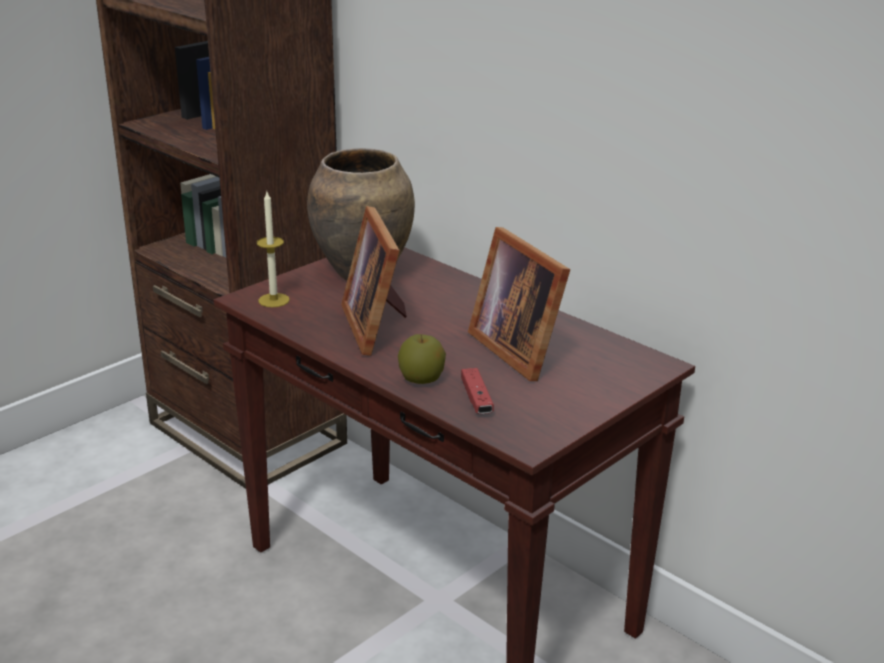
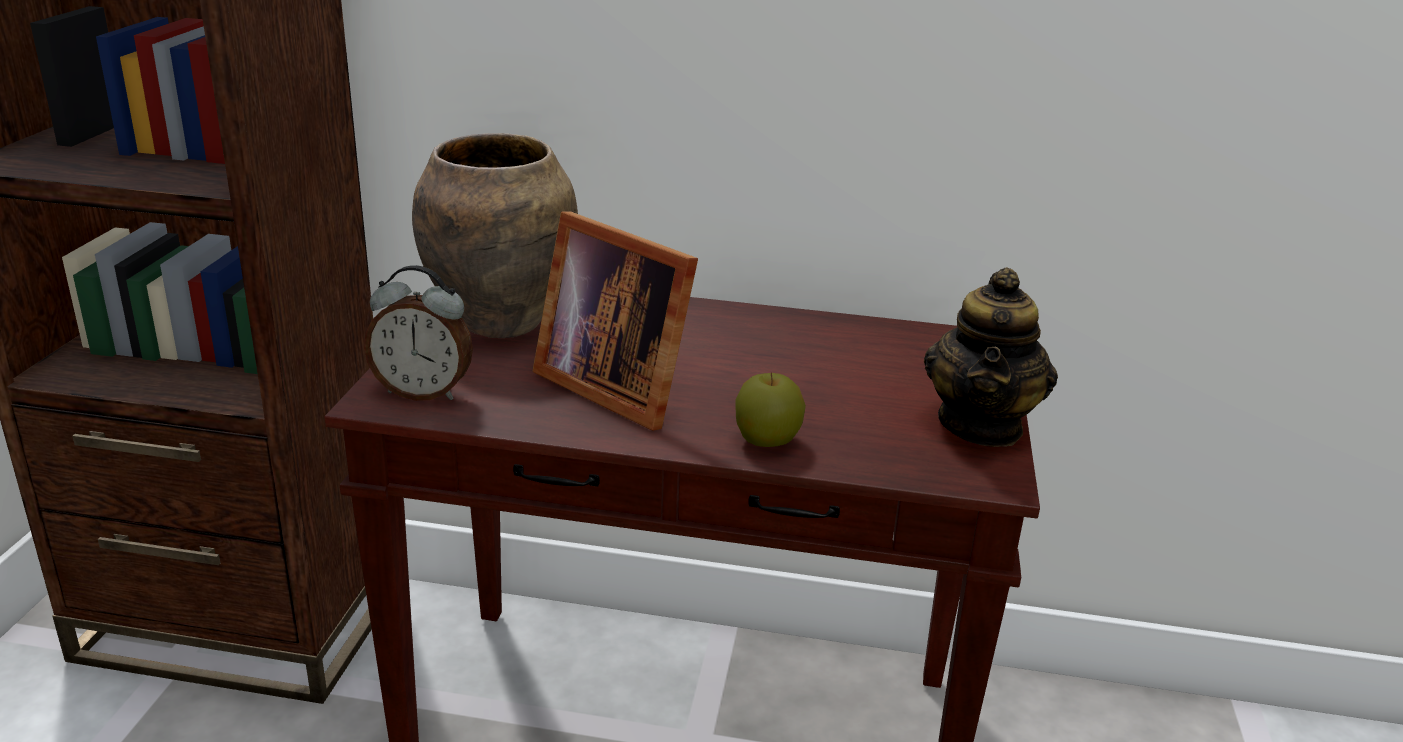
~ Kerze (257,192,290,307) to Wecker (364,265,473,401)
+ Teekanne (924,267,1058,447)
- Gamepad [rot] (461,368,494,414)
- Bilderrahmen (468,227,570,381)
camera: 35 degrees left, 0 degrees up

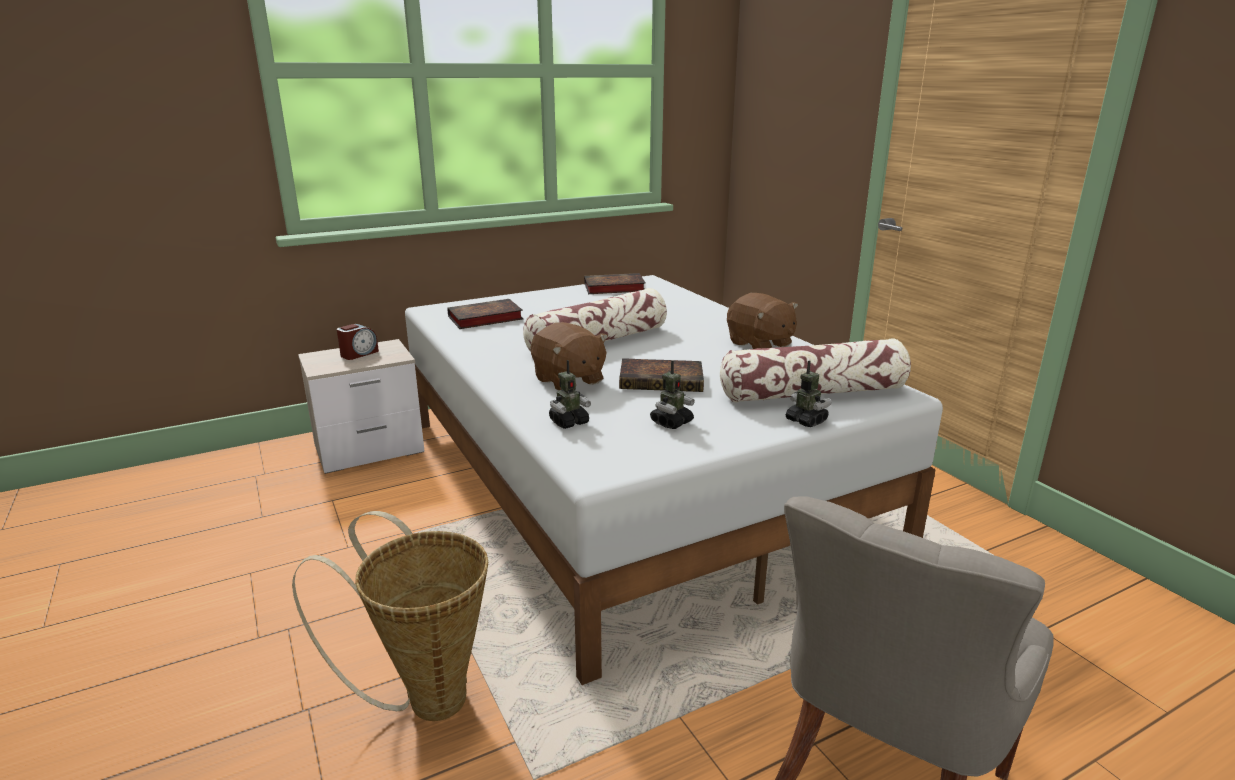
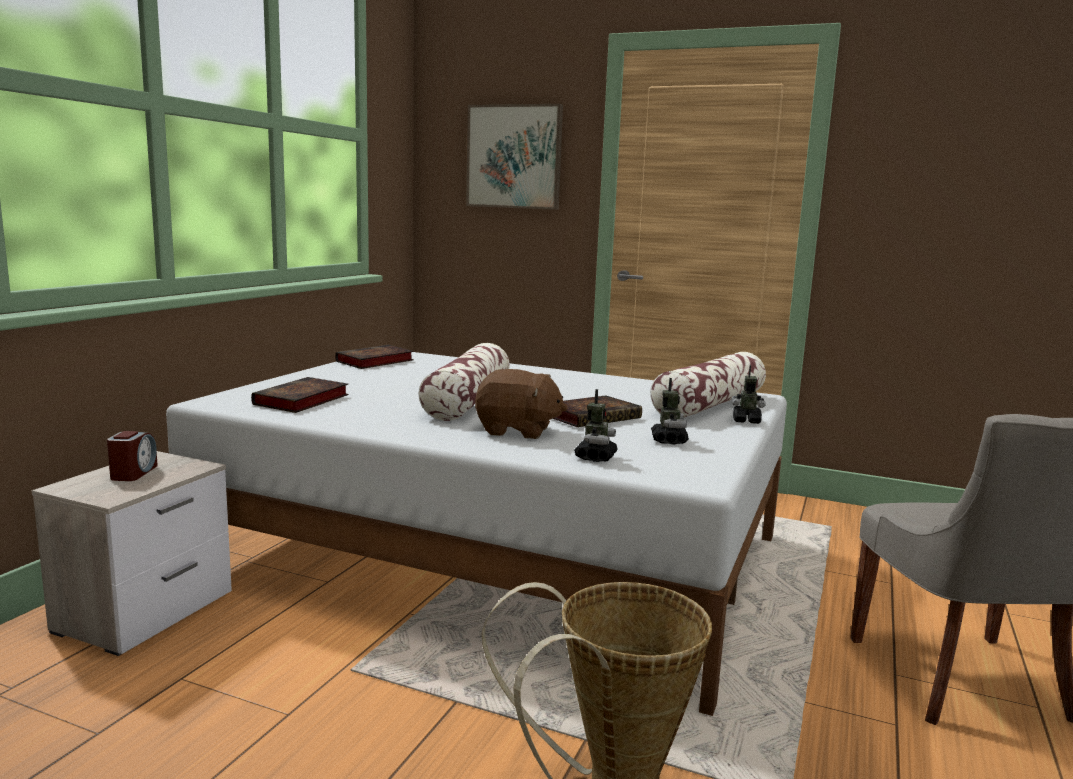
+ Bild (466,104,563,210)
- Plüschtier [braun] (727,293,798,349)
camera: 40 degrees left, 10 degrees down

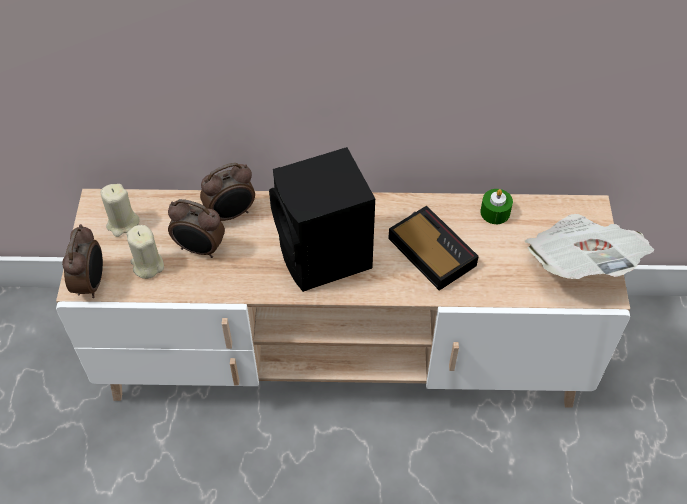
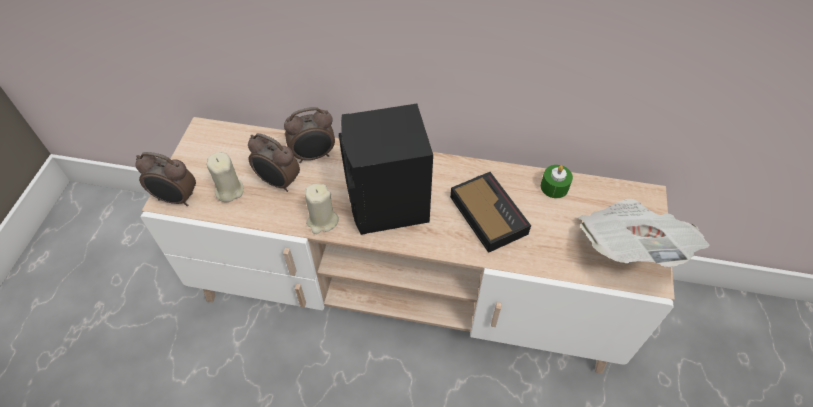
~ Wecker (62,224,103,298) = (135,152,196,206) 90 degrees clockwise
~ Kerze [beige] (101,184,140,237) to (305,184,339,234)
camera: 10 degrees right, 0 degrees up

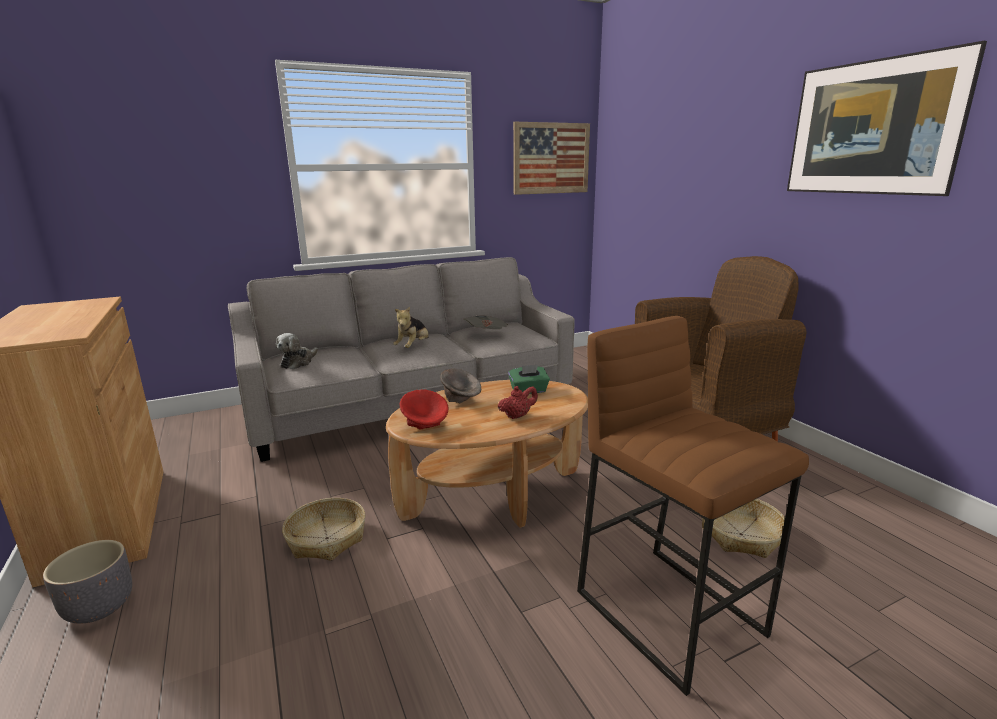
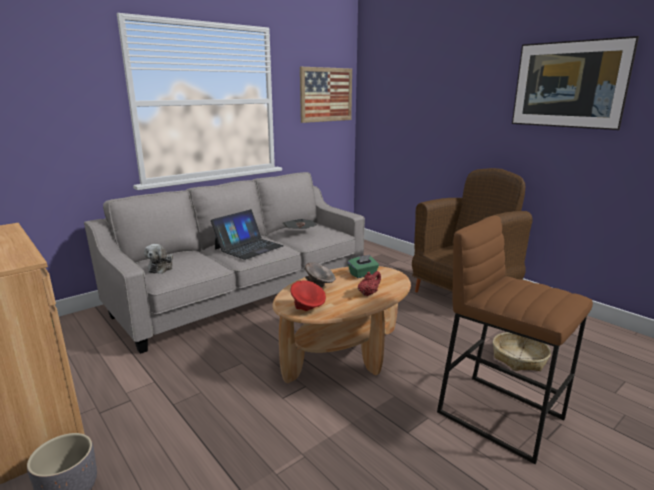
~ Plüschtier (393,307,428,348) to Laptop (211,209,284,260)
- Korb (282,498,366,561)
camera: 15 degrees left, 0 degrees up

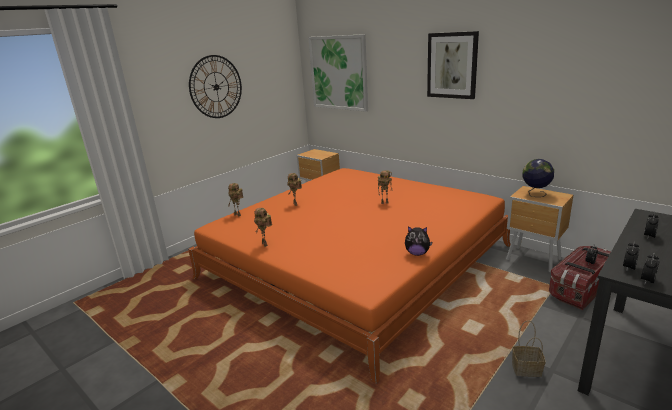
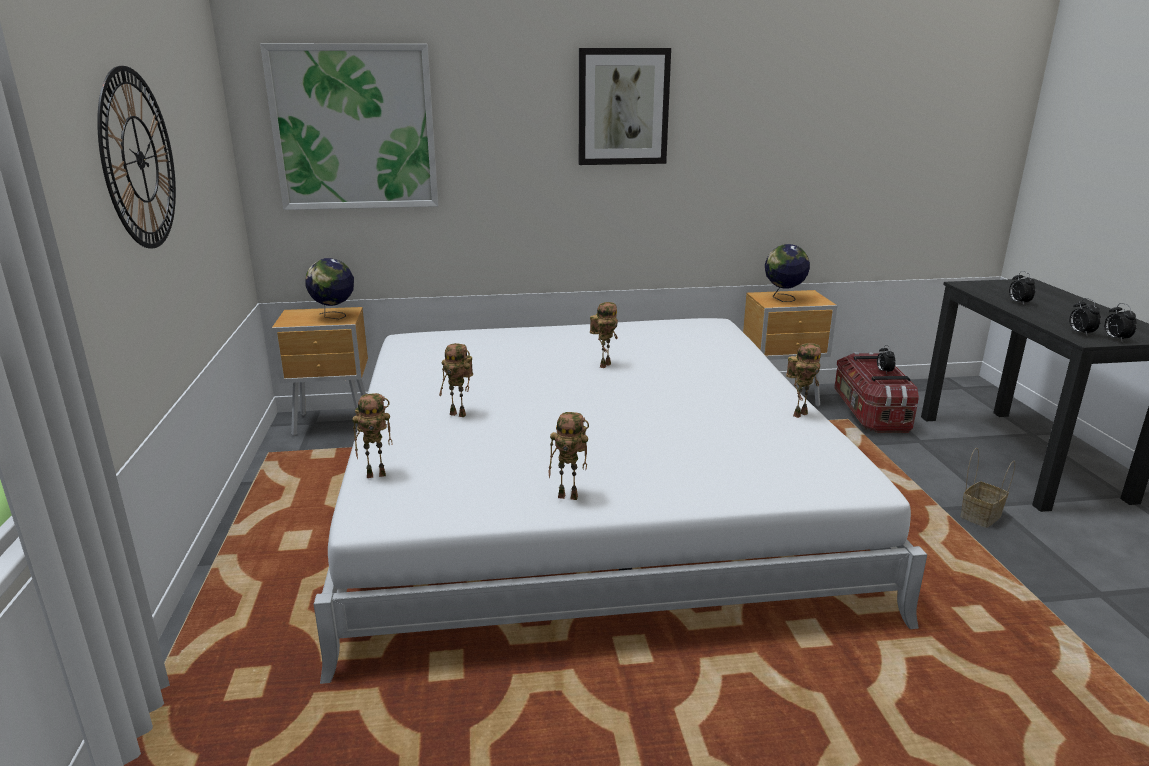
+ Globus (305,258,354,319)
~ Bett [orange] (188,168,510,383) to Bett [weiß] (314,318,927,684)
~ Plüschtier (405,226,432,256) to Spielzeugroboter (786,343,821,418)
camera: 50 degrees left, 0 degrees up

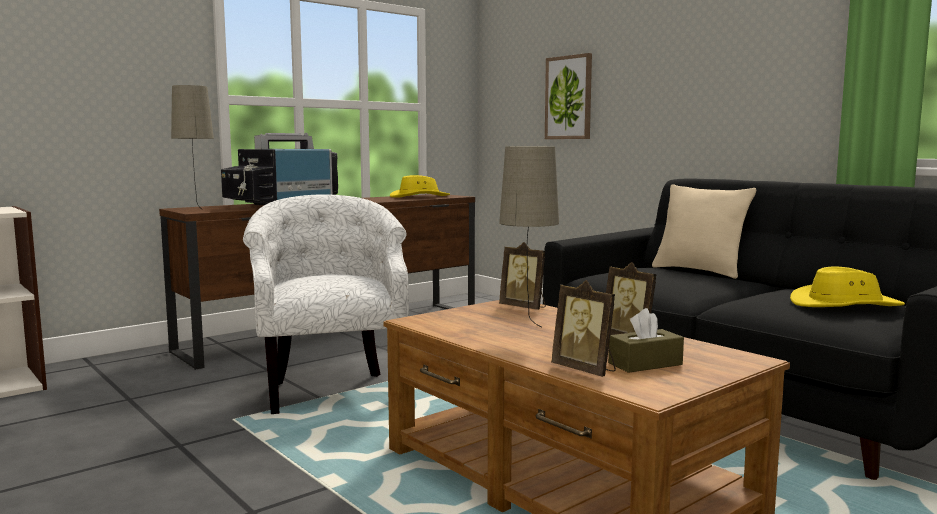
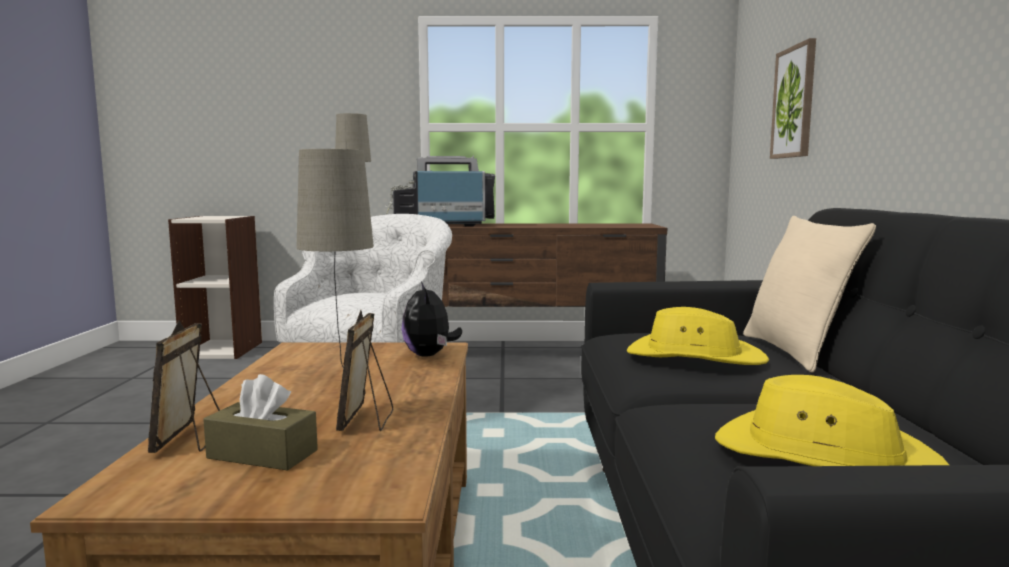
~ Bilderrahmen (499,242,546,310) to Plüschtier (402,282,462,357)
~ Hut [gelb] (390,175,450,198) to (627,307,769,365)
camera: 40 degrees right, 0 degrees up

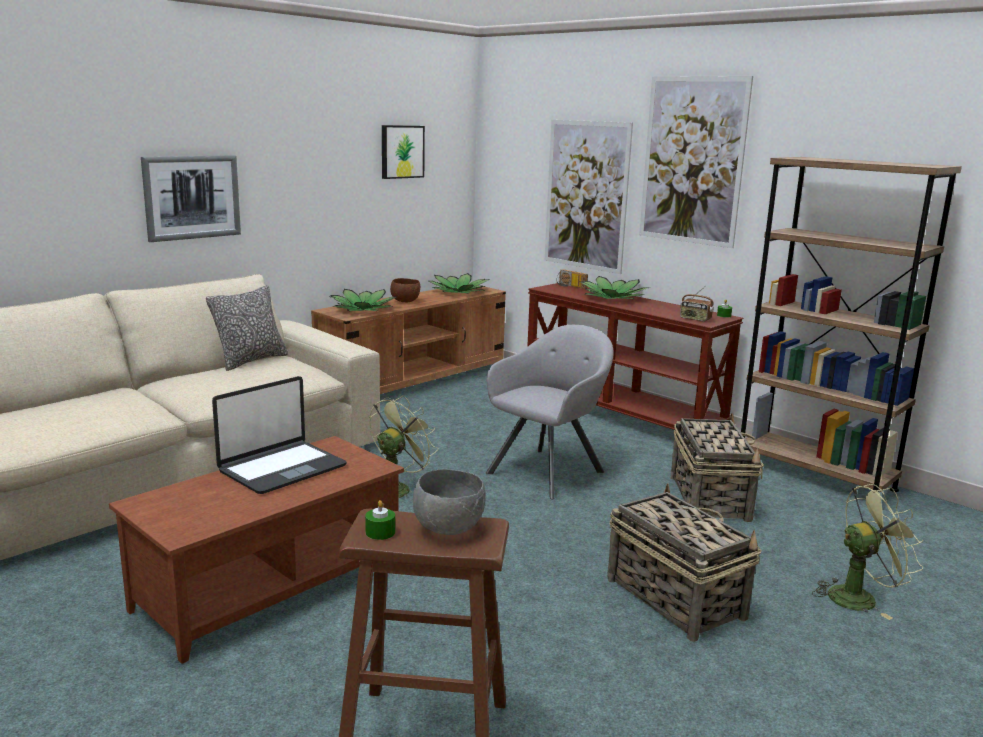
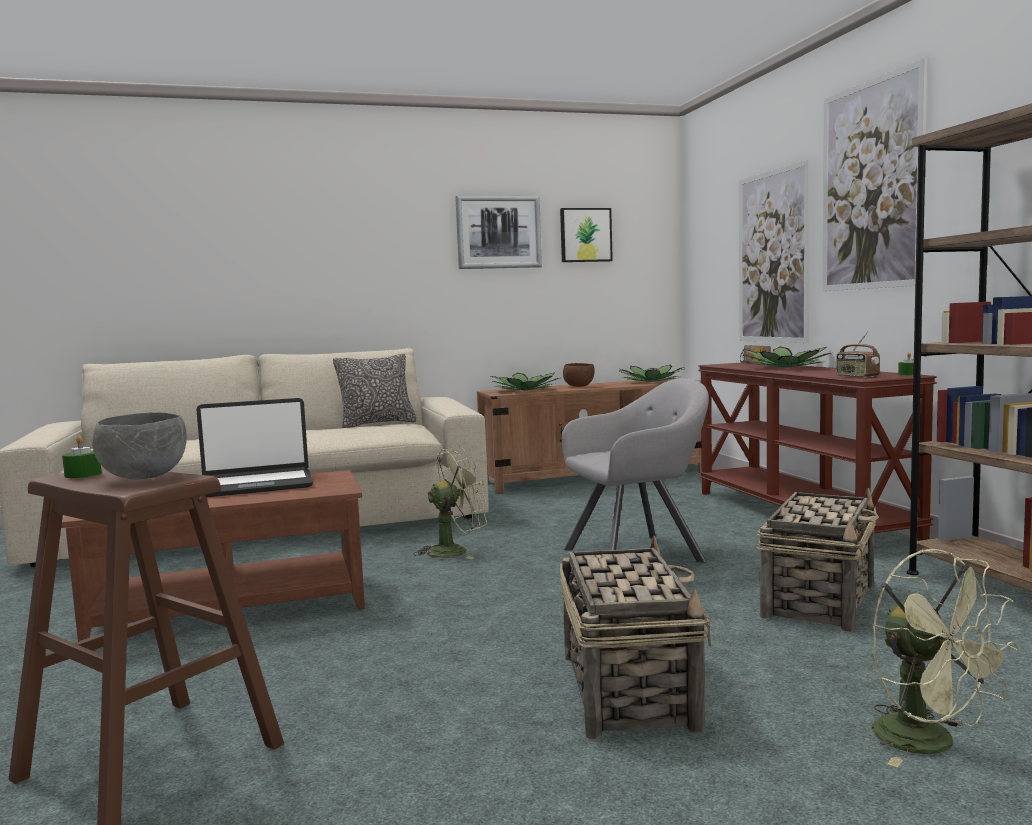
~ Bild (141,155,241,242) to (455,196,542,269)
~ Ventilator [grün] (812,484,923,620) = (872,549,1019,767) 45 degrees clockwise
camera: 30 degrees right, 10 degrees down

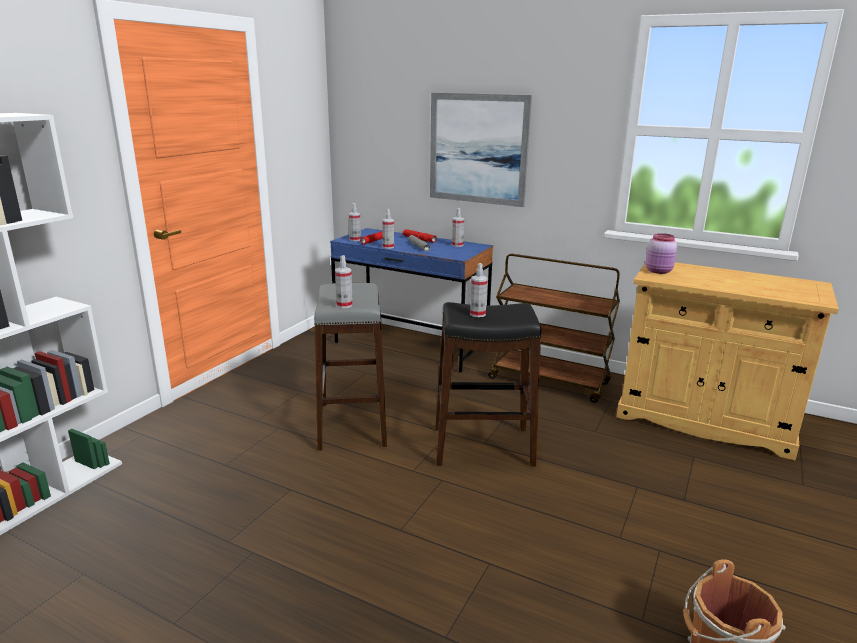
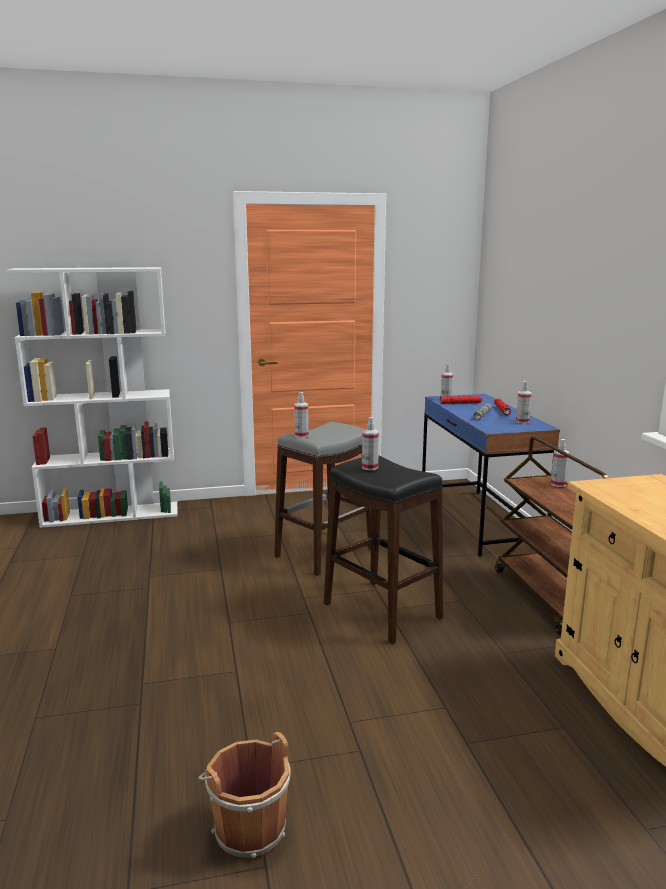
~ Sprühflasche (382,209,394,249) to (551,439,569,487)
- Bild (430,93,532,207)
- Vorratsglas [rosa] (645,233,677,274)
camera: 50 degrees right, 5 degrees down

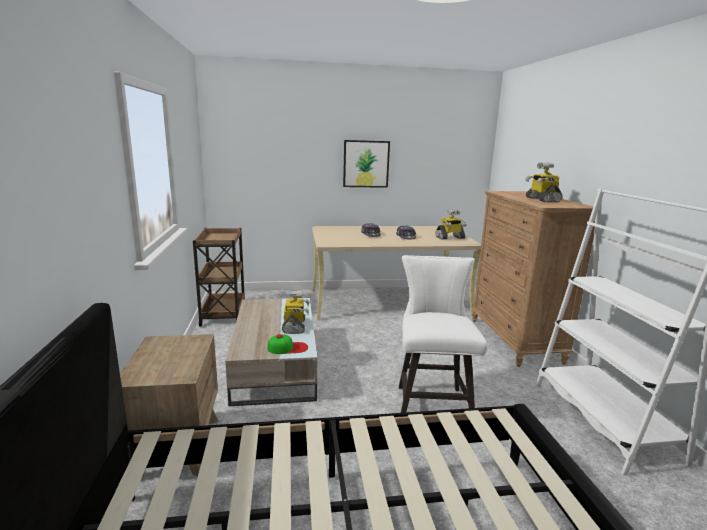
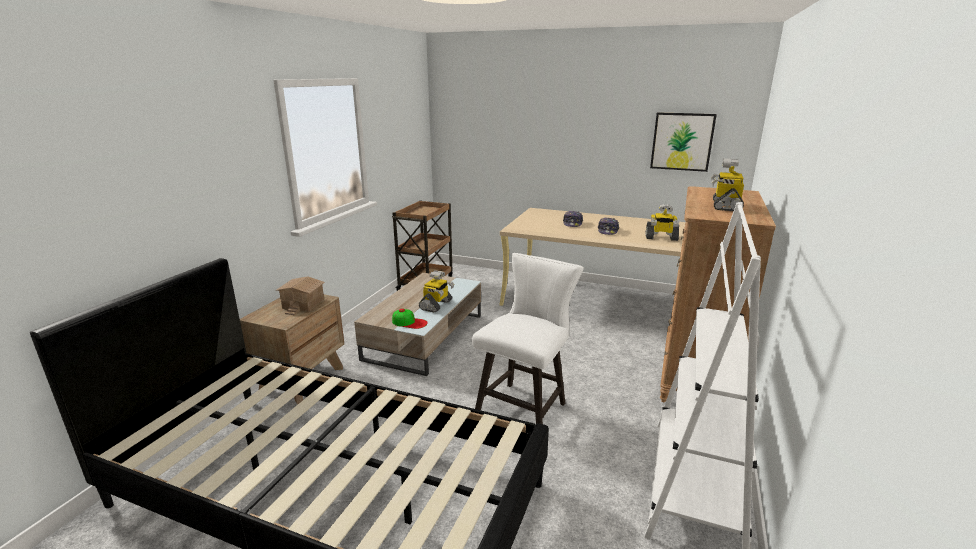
+ Spielzeughaus (276,276,325,315)
~ Bild (343,140,390,188) to (650,112,717,172)
camera: 30 degrees right, 5 degrees up

